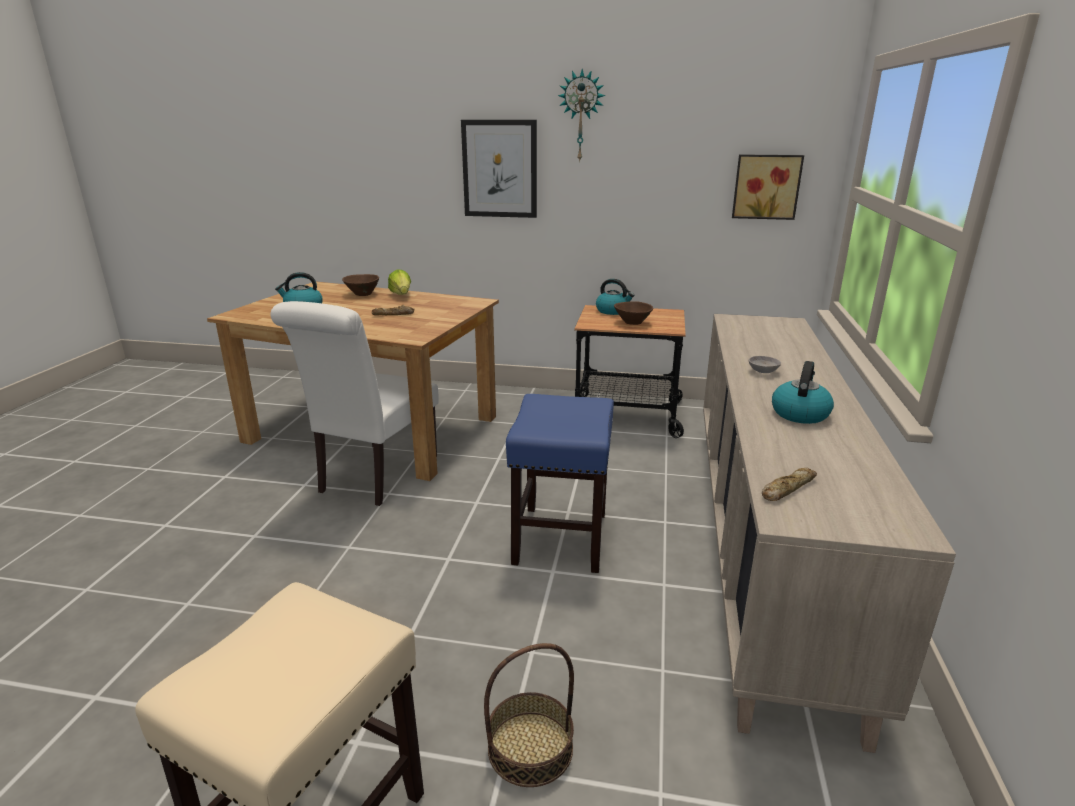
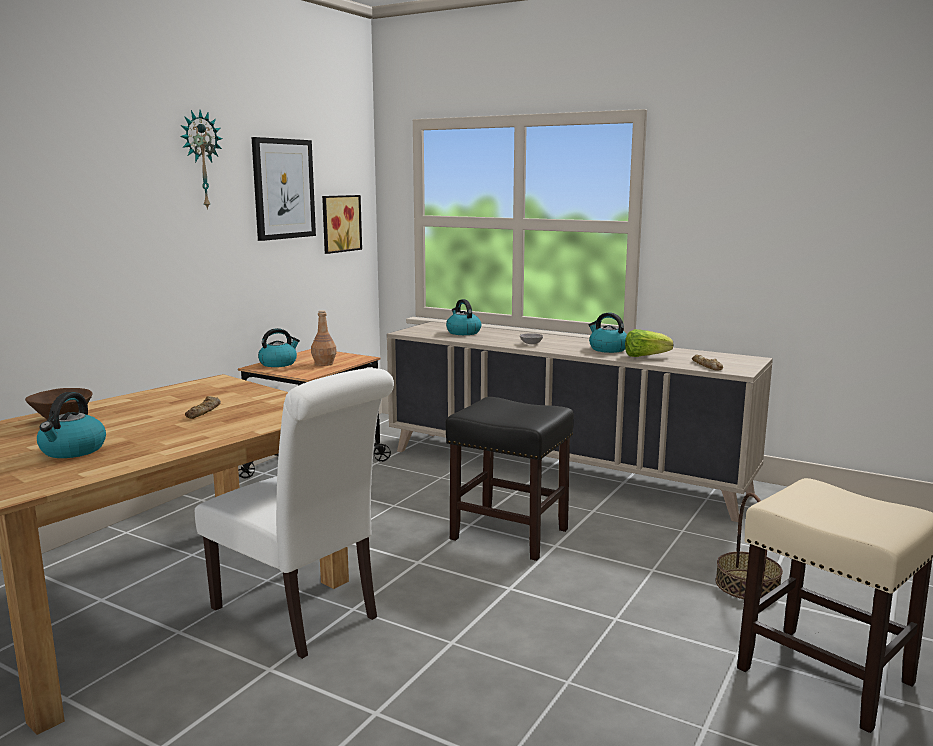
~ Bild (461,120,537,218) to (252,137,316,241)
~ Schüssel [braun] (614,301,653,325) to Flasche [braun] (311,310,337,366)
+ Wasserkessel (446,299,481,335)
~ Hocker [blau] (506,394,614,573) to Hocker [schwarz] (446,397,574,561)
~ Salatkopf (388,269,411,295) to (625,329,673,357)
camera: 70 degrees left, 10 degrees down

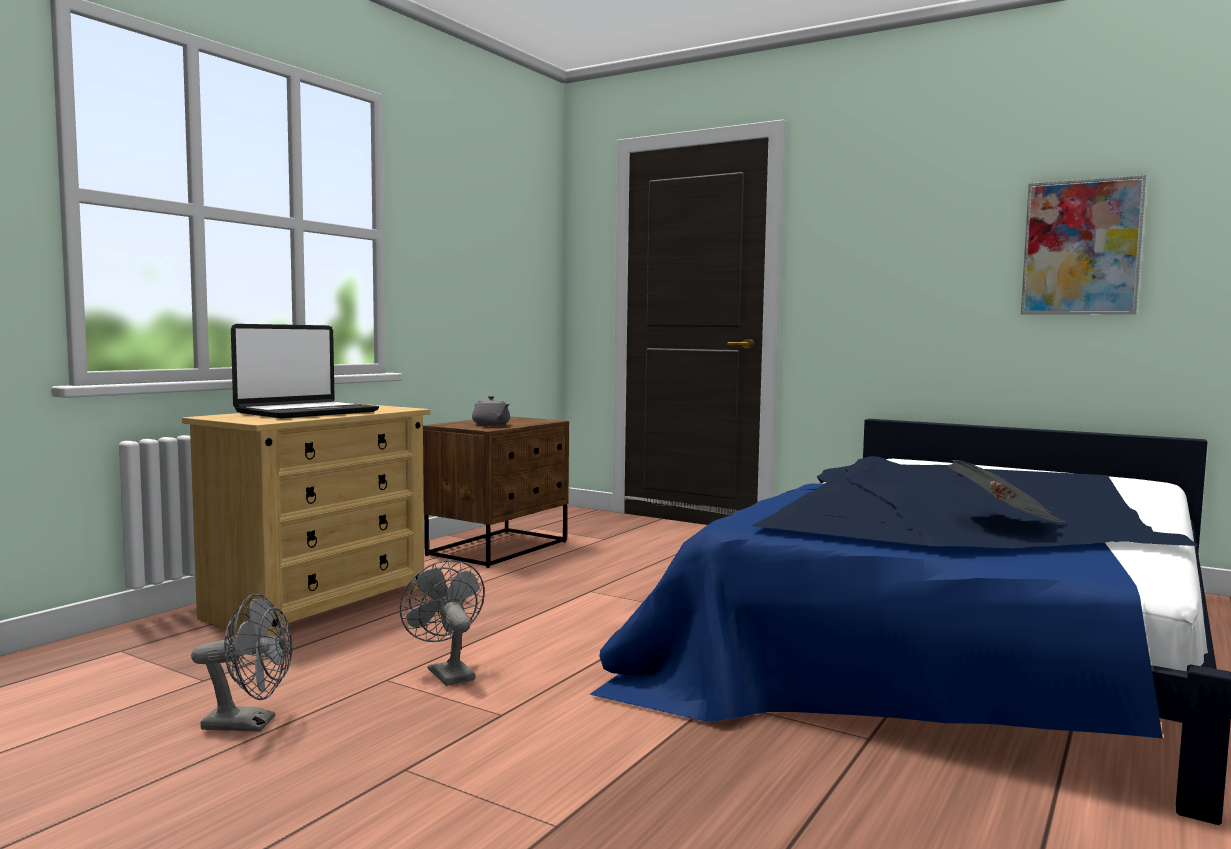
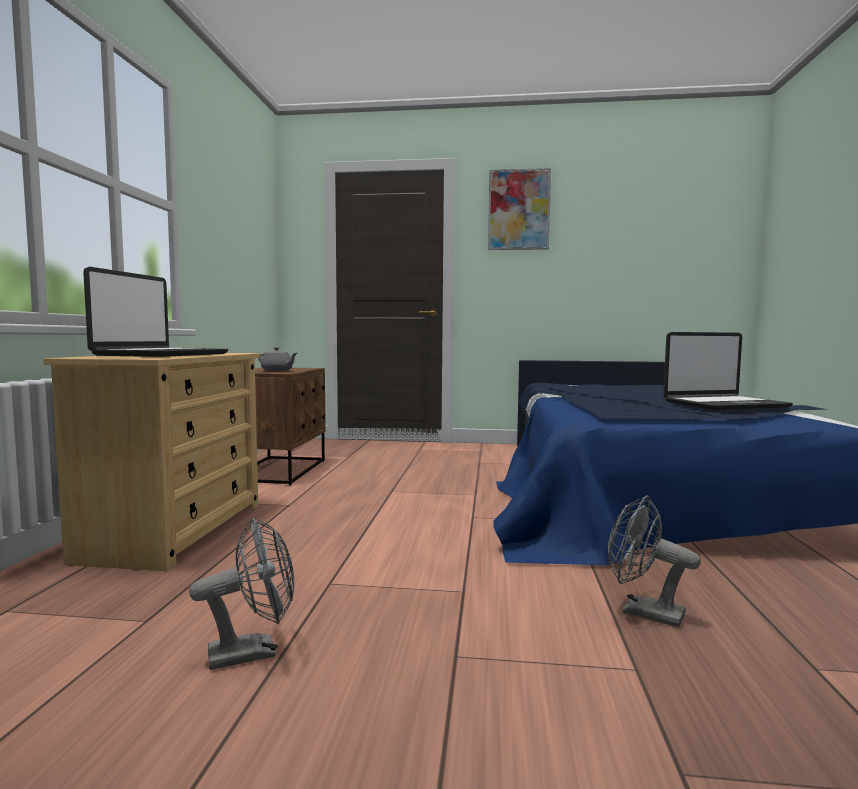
~ Bild (1021,175,1146,314) to (488,168,551,250)
~ Ventilator [grau] (400,560,485,686) to (608,495,701,627)
~ Zeitung (947,460,1066,522) to Laptop (663,332,793,410)
camera: 25 degrees left, 0 degrees up

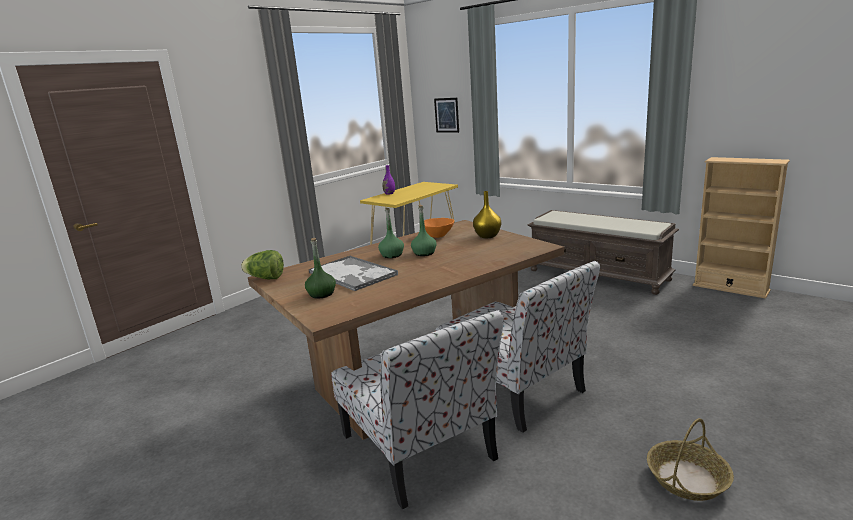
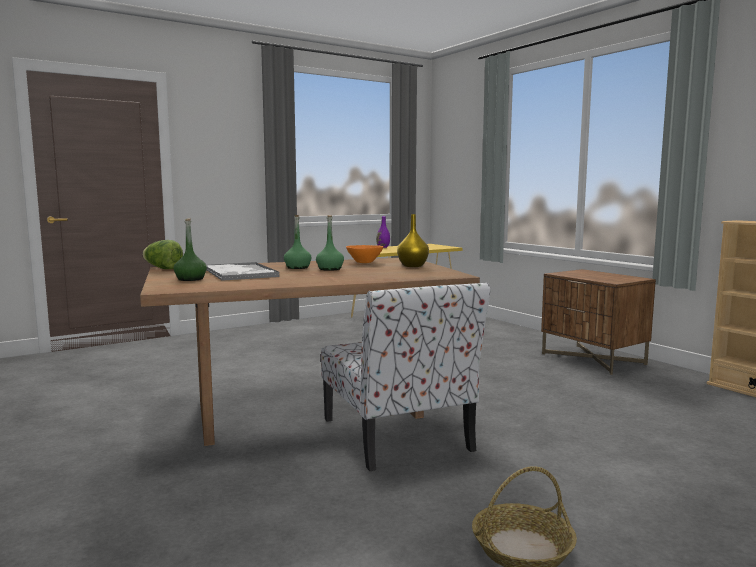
~ Bank [braun] (528,210,679,295) to Nachttisch [braun] (541,269,656,375)
- Stuhl (331,310,504,509)
- Bild (434,98,459,133)
camera: 15 degrees right, 10 degrees down

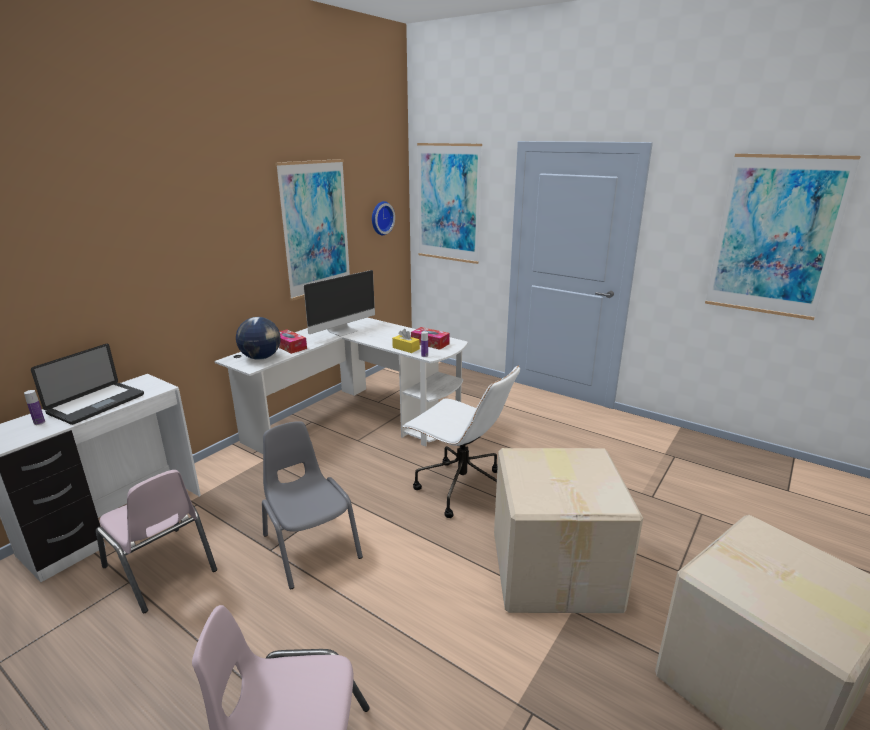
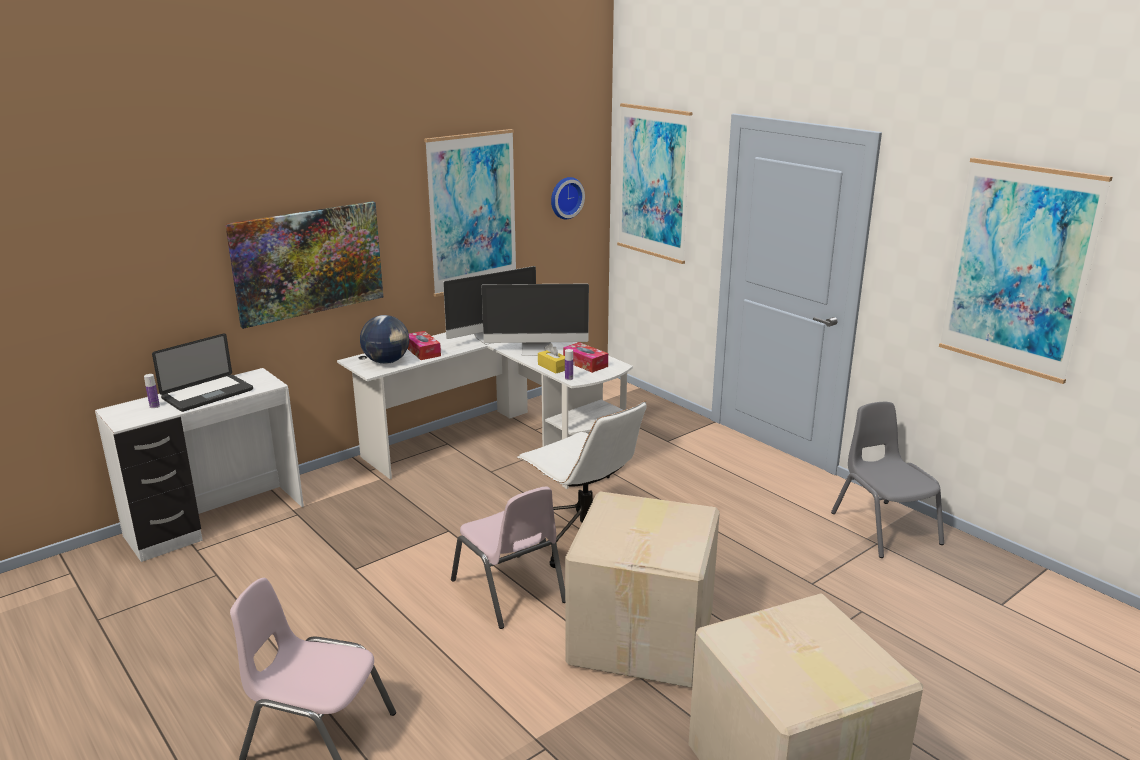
+ Bild (225,201,383,329)
~ Stuhl [rosa] (96,470,217,613) to (451,487,565,629)
+ Monitor (482,284,589,356)
~ Stuhl [grau] (262,421,363,589) to (831,402,944,558)
camera: 15 degrees right, 0 degrees up

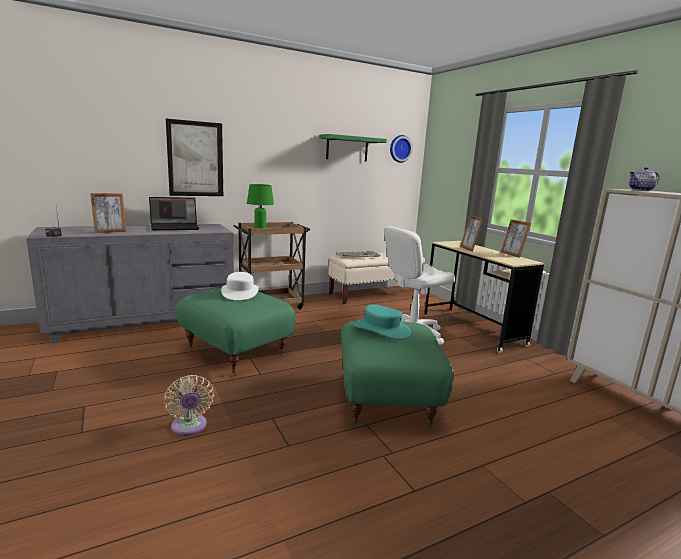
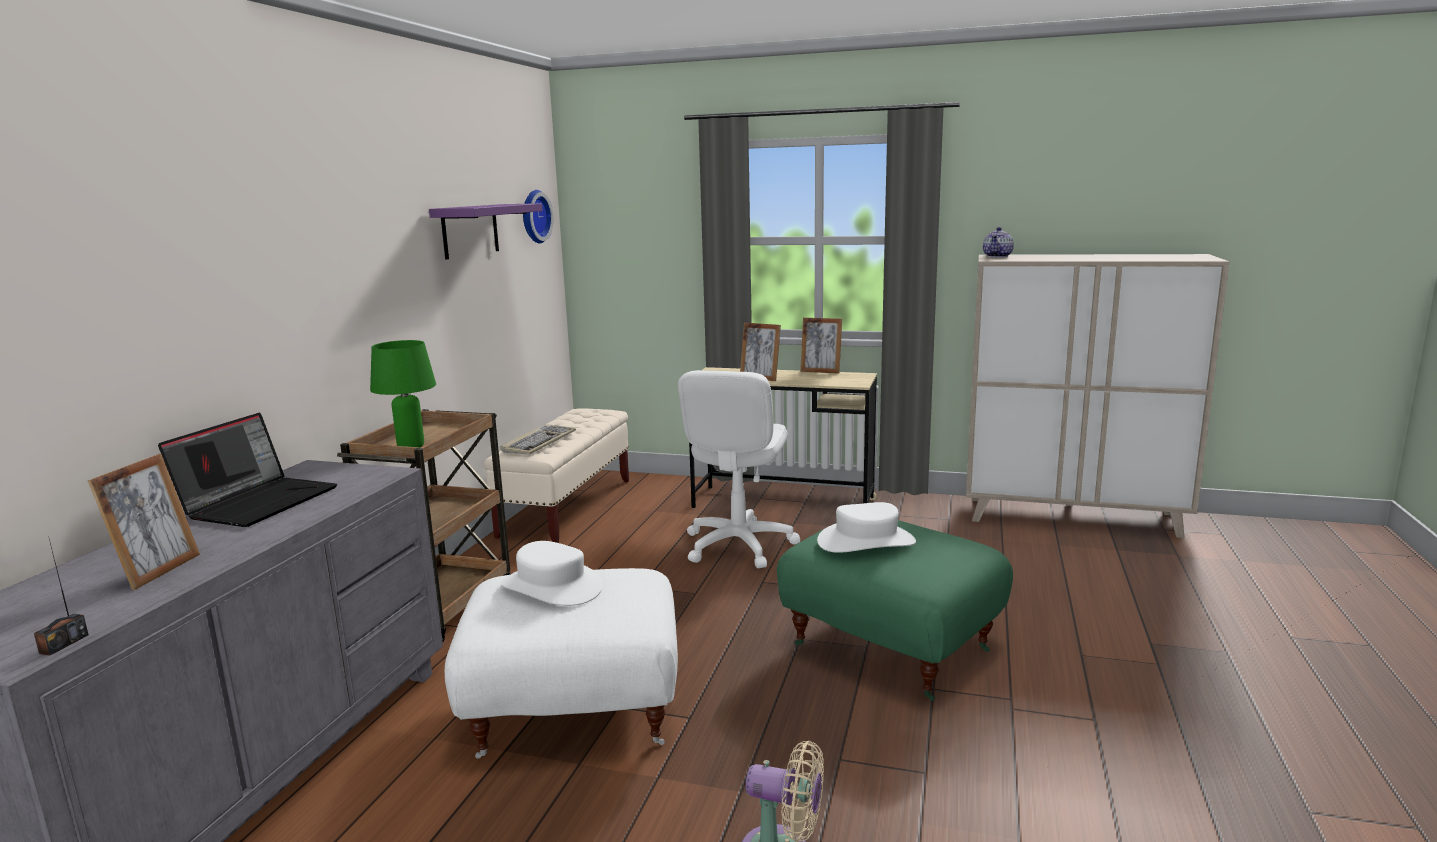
~ Wandregal [grün] (319,134,387,162) to Wandregal [lila] (429,203,543,260)
~ Polsterhocker [grün] (177,288,295,376) to Polsterhocker [weiß] (445,568,678,759)
~ Hut [türkis] (353,304,411,340) to Hut [weiß] (817,502,916,553)
- Bild (166,119,223,196)
camera: 45 degrees left, 0 degrees up

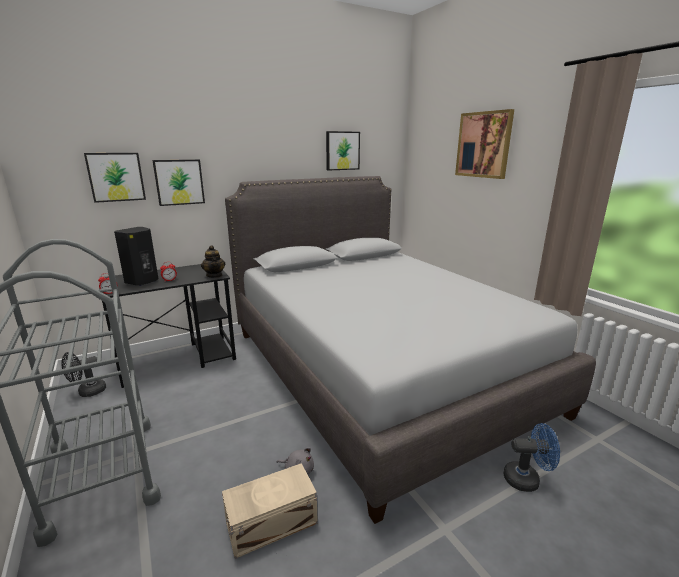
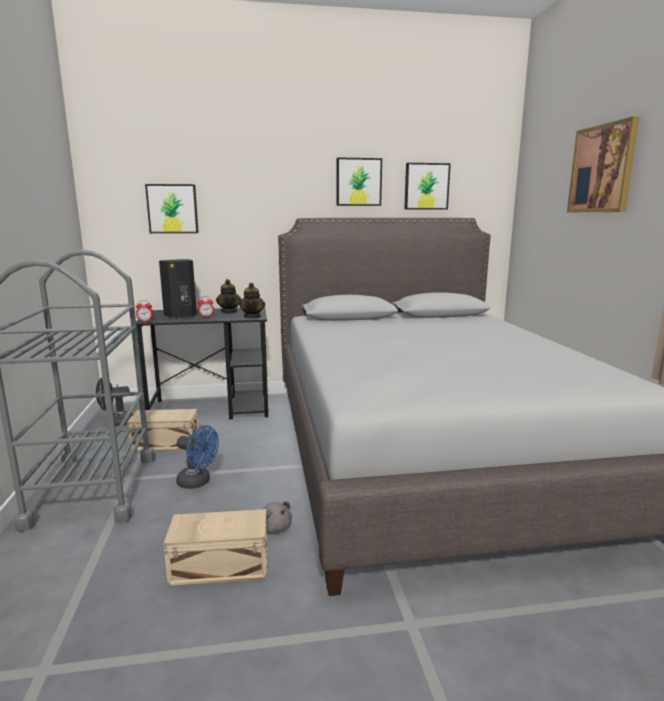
+ Aufbewahrungsbox [beige] (127,409,199,451)
~ Ventilator [blau] (504,423,560,492) to (176,425,219,489)
+ Teekanne (216,279,241,313)
~ Bild (152,159,205,206) to (336,157,382,206)
camera: 20 degrees right, 5 degrees down

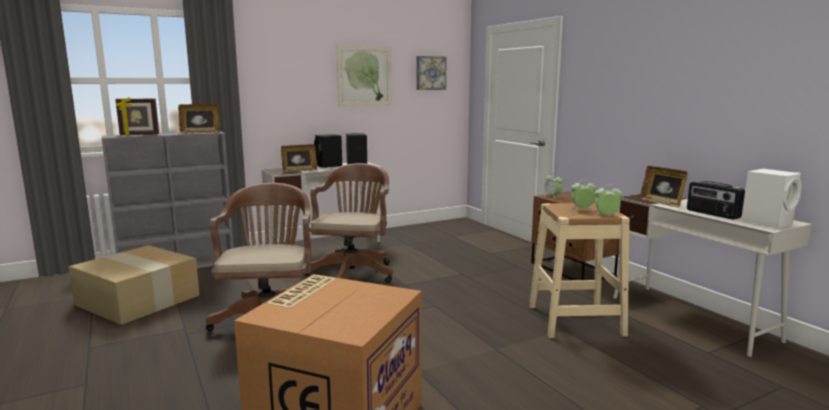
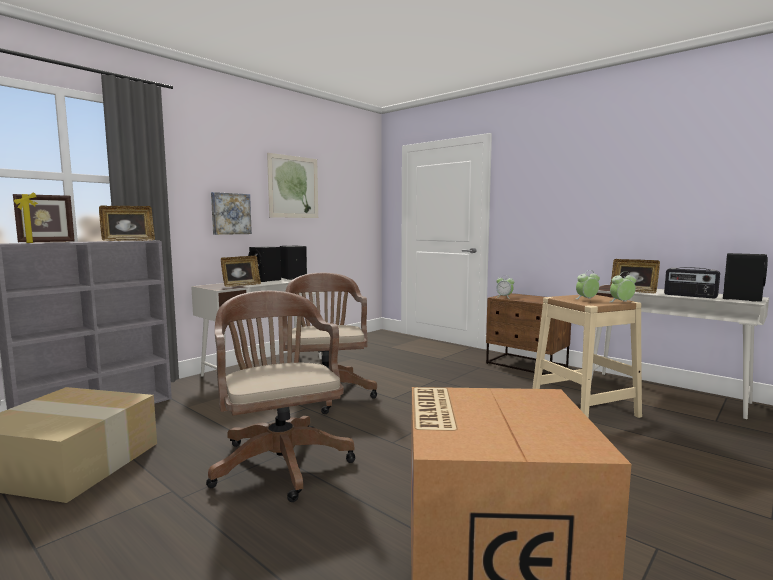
~ Bild (416,56,447,90) to (211,192,252,235)
~ Lautsprecher [weiß] (741,169,802,228) to Lautsprecher [schwarz] (723,253,768,302)
camera: 20 degrees left, 5 degrees down

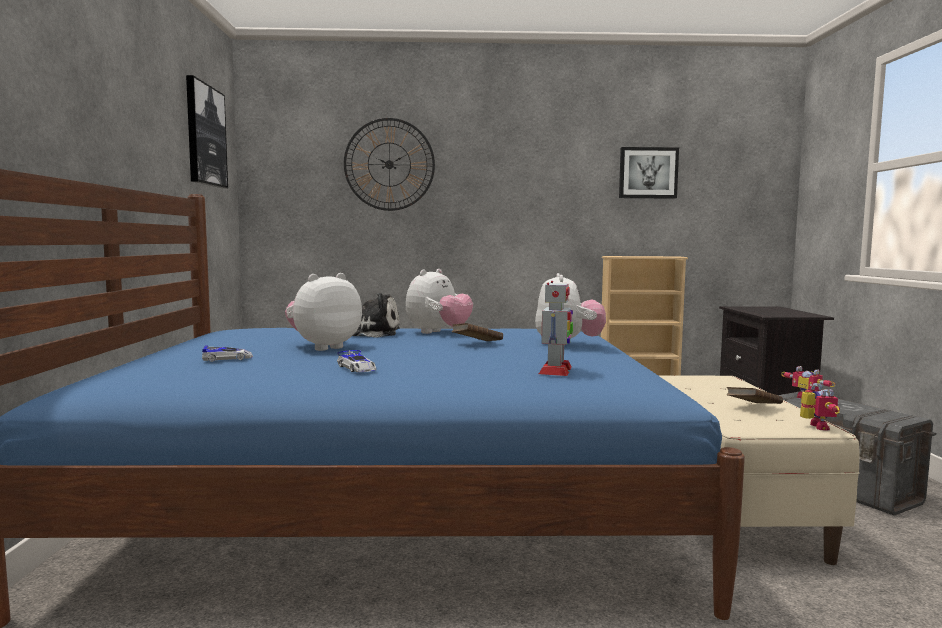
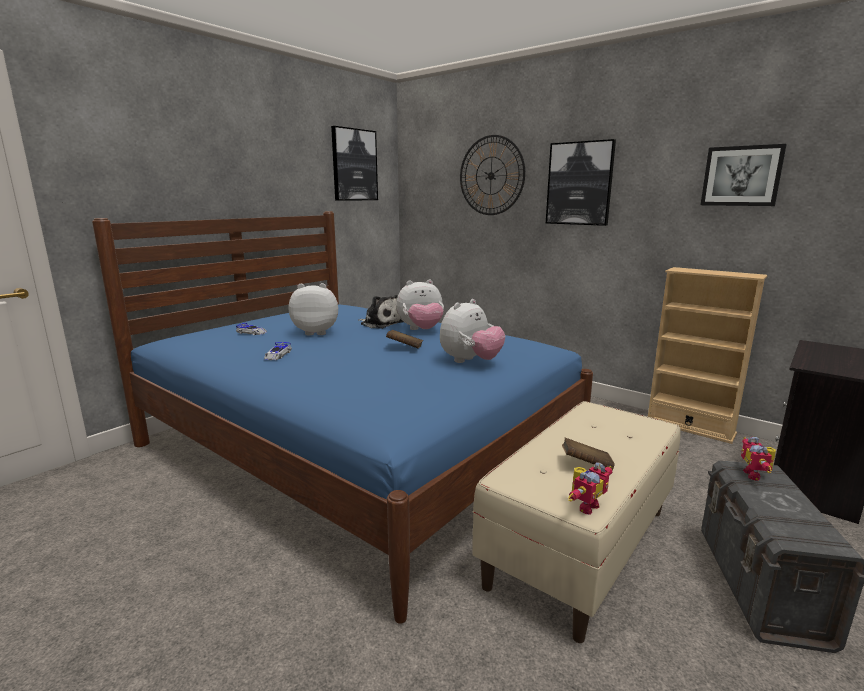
+ Bild (546,139,616,226)
- Spielzeugroboter (539,281,573,376)
camera: 40 degrees right, 10 degrees up

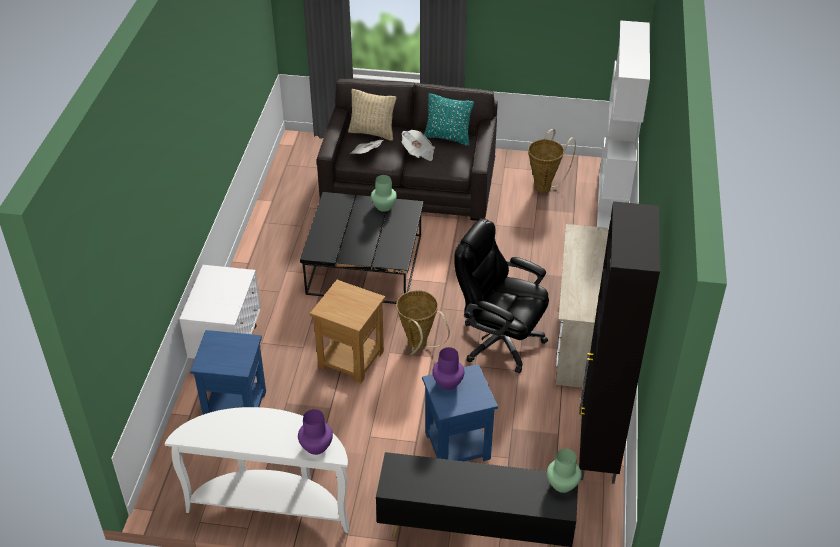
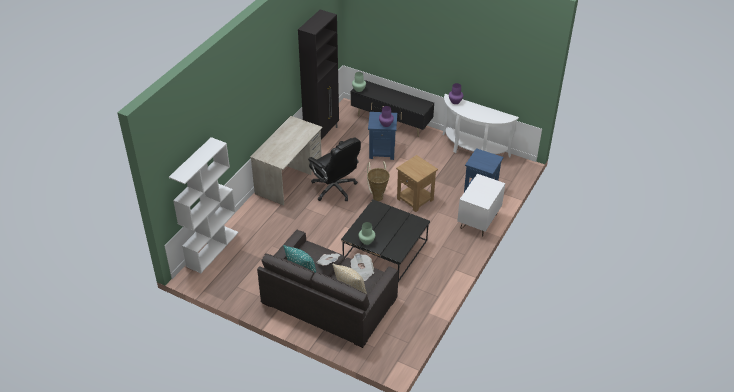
- Korb (528,129,576,193)
camera: 160 degrees left, 0 degrees up

